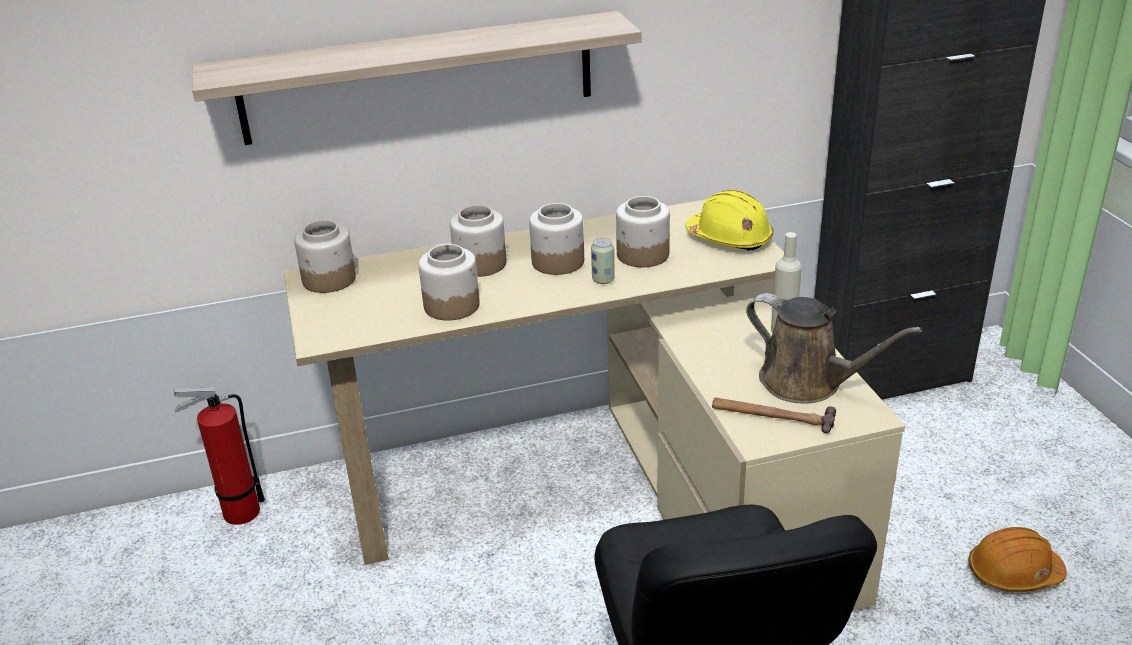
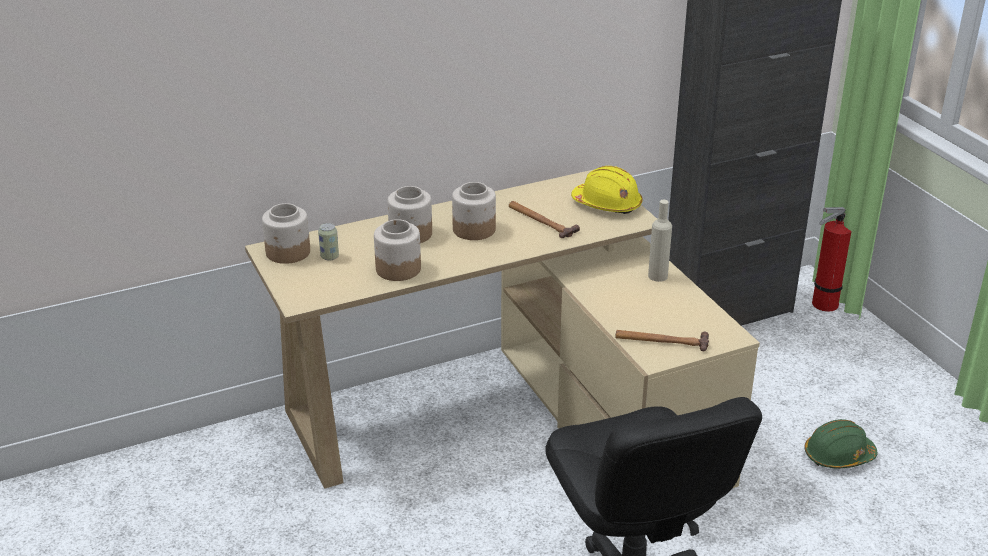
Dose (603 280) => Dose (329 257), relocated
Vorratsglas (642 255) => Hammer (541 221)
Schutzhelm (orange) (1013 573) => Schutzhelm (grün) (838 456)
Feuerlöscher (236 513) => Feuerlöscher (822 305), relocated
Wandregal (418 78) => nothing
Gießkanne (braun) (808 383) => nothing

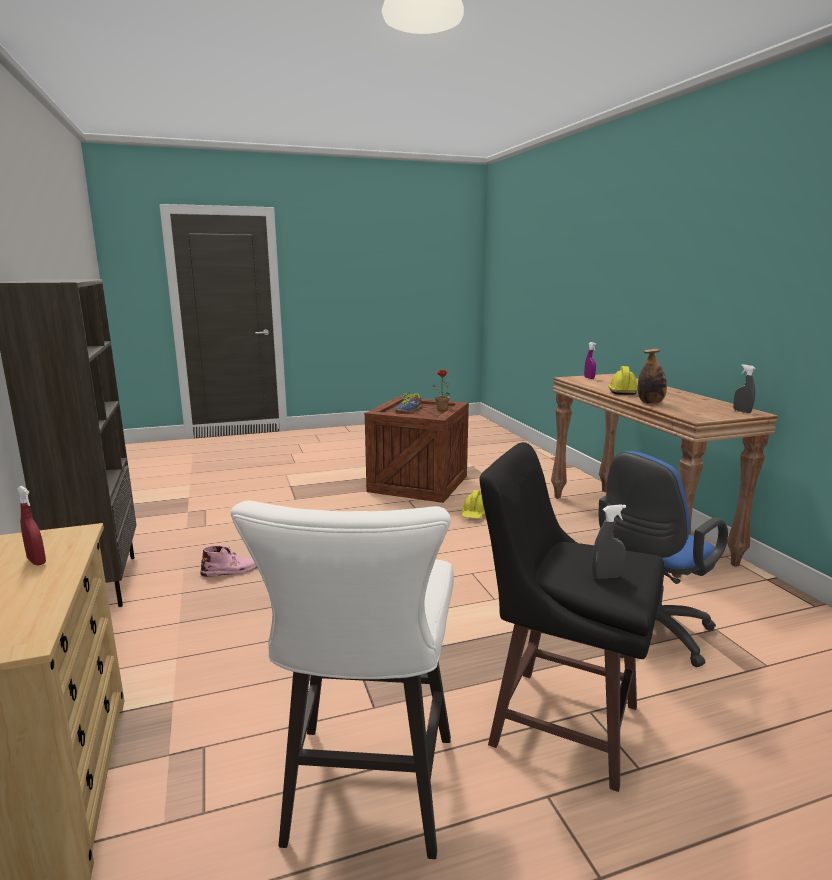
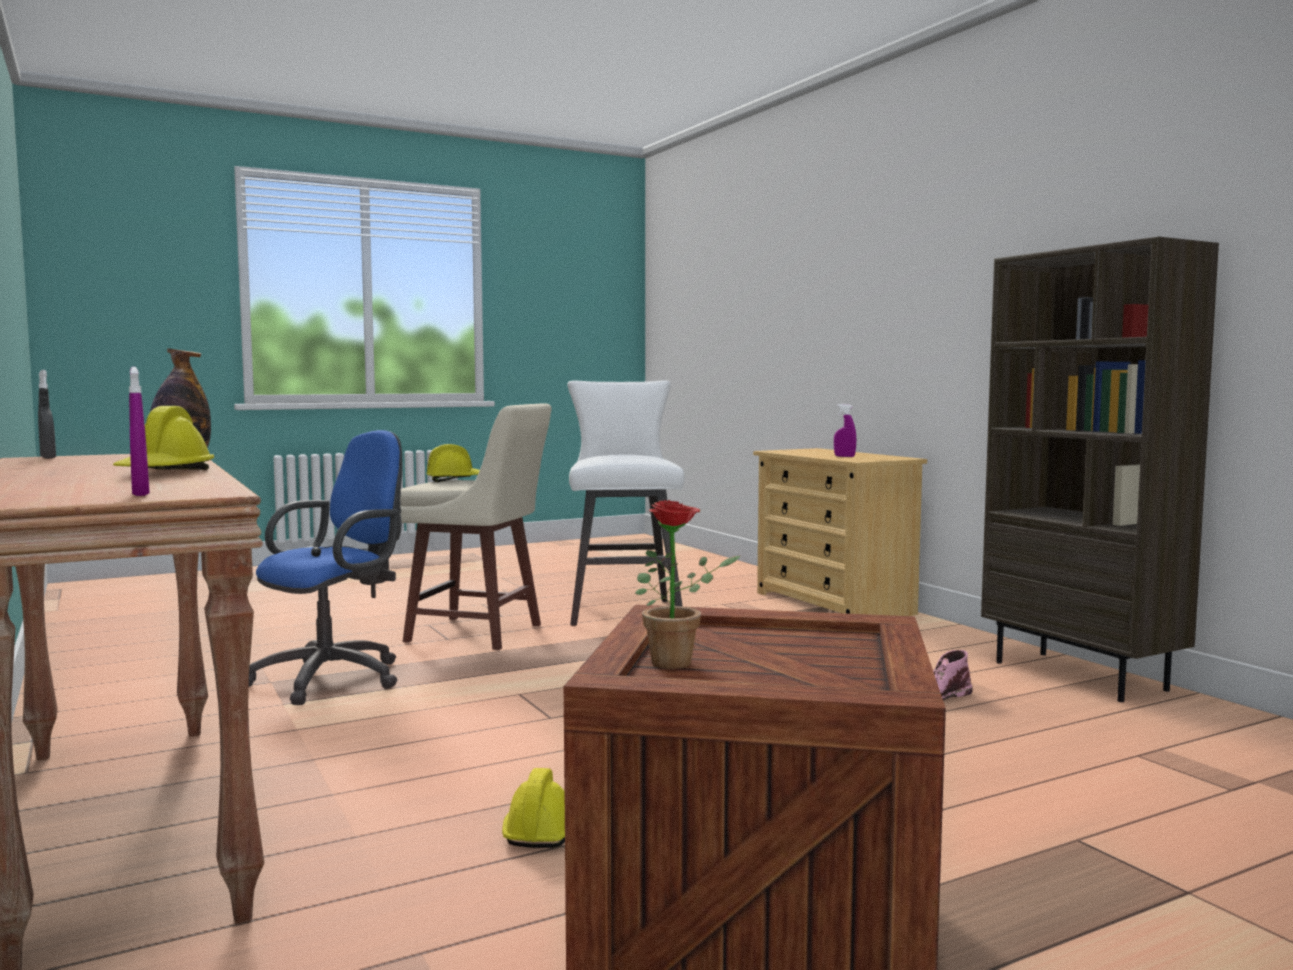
Hocker (schwarz) (560 722) => Hocker (beige) (477 634)
Sprühflasche (grau) (606 576) => Schutzhelm (gelb) (456 480)
Sprühflasche (rot) (36 561) => Sprühflasche (lila) (844 456)
Schuh (409 410) => nothing

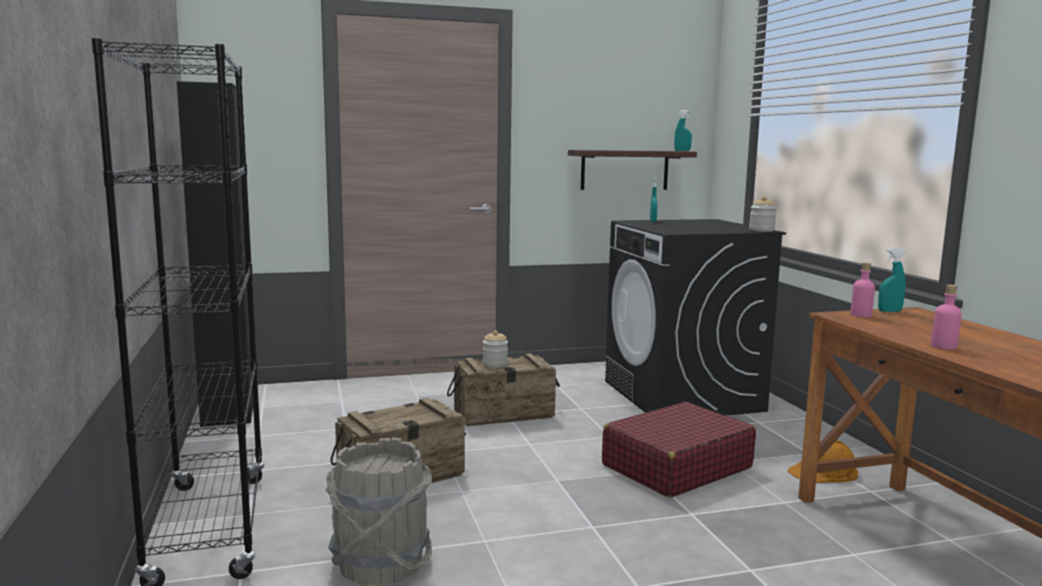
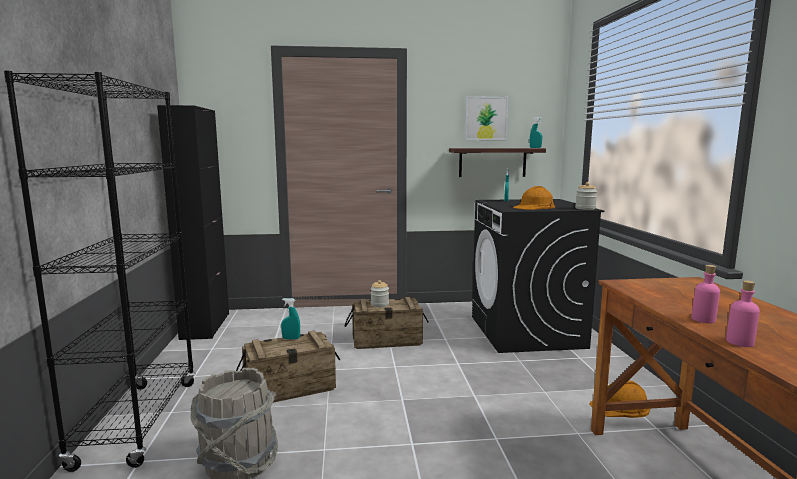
Sprühflasche (türkis) (889 311) => Sprühflasche (türkis) (291 338), relocated
nothing => Bild (486 118)
nothing => Schutzhelm (orange) (534 207)
Flasche (rosa) (861 315) => Flasche (rosa) (740 342), relocated
Koffer (rot) (676 467) => nothing

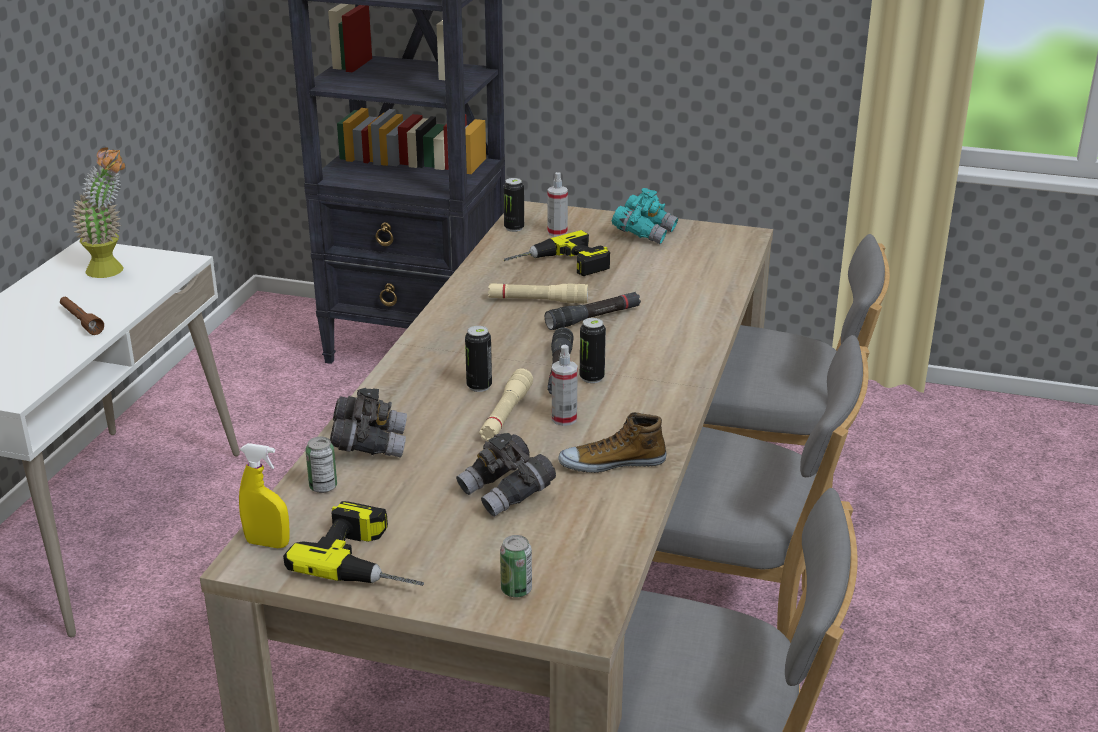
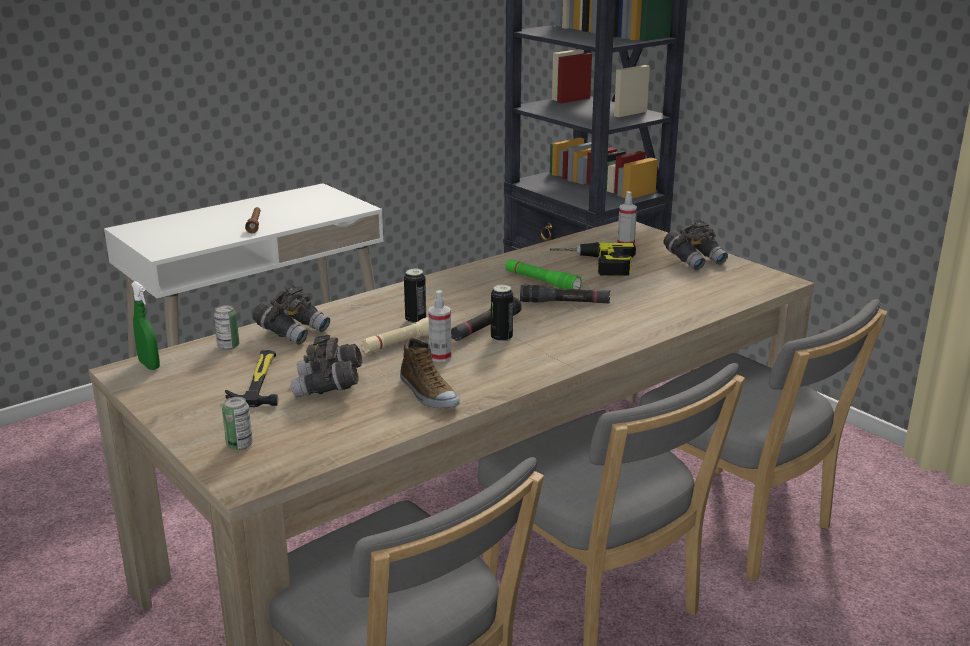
Sprühflasche (gelb) (267 543) => Sprühflasche (grün) (149 365)
nothing => Hammer (259 381)
Schuh (612 463) => Schuh (428 394), 150 degrees counterclockwise
Taschenlampe (beige) (538 301) => Taschenlampe (grün) (541 282)
Fernglas (türkis) (644 233) => Fernglas (grau) (694 260)
Topfpflanze (113 272) => nothing
Bohrmaschine (371 559) => nothing
Dose (514 228) => nothing

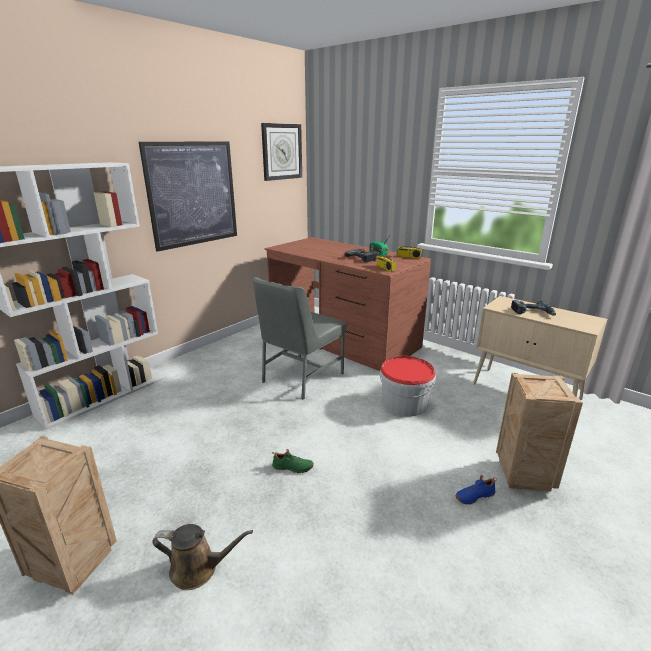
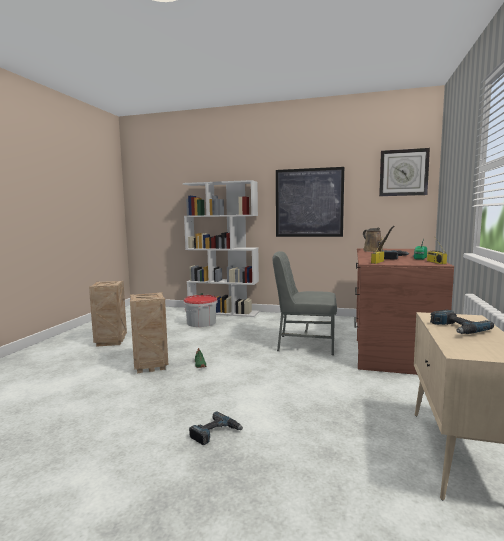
Kiste (522 474) => Kiste (151 365), relocated
Eimer (404 403) => Eimer (201 322), relocated
Schuh (blau) (474 495) => Bohrmaschine (215 433)
Gießkanne (braun) (198 568) => Gießkanne (braun) (374 251), relocated

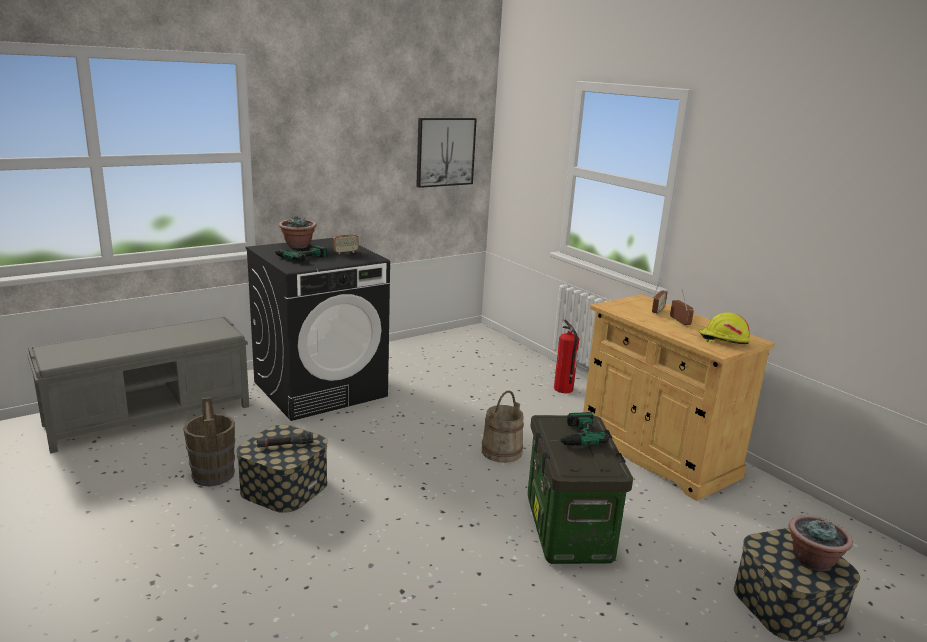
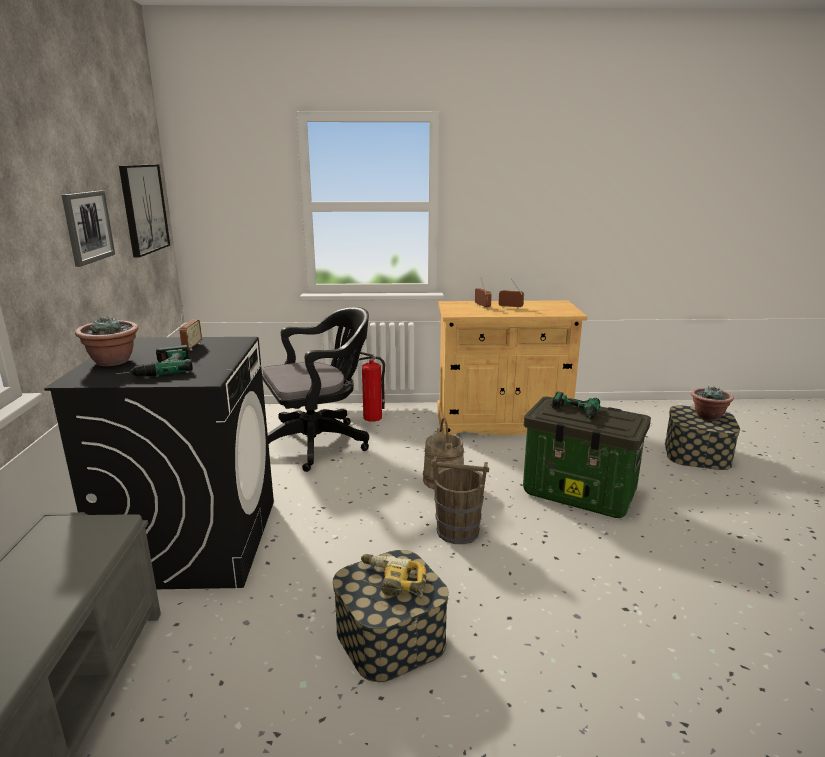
nothing => Bild (87 227)
nothing => Bürostuhl (schwarz) (319 443)
Taschenlampe (schwarz) (285 445) => Bohrmaschine (391 583)
Eimer (braun) (213 474) => Eimer (braun) (457 531), relocated
Schutzhelm (gelb) (722 340) => nothing

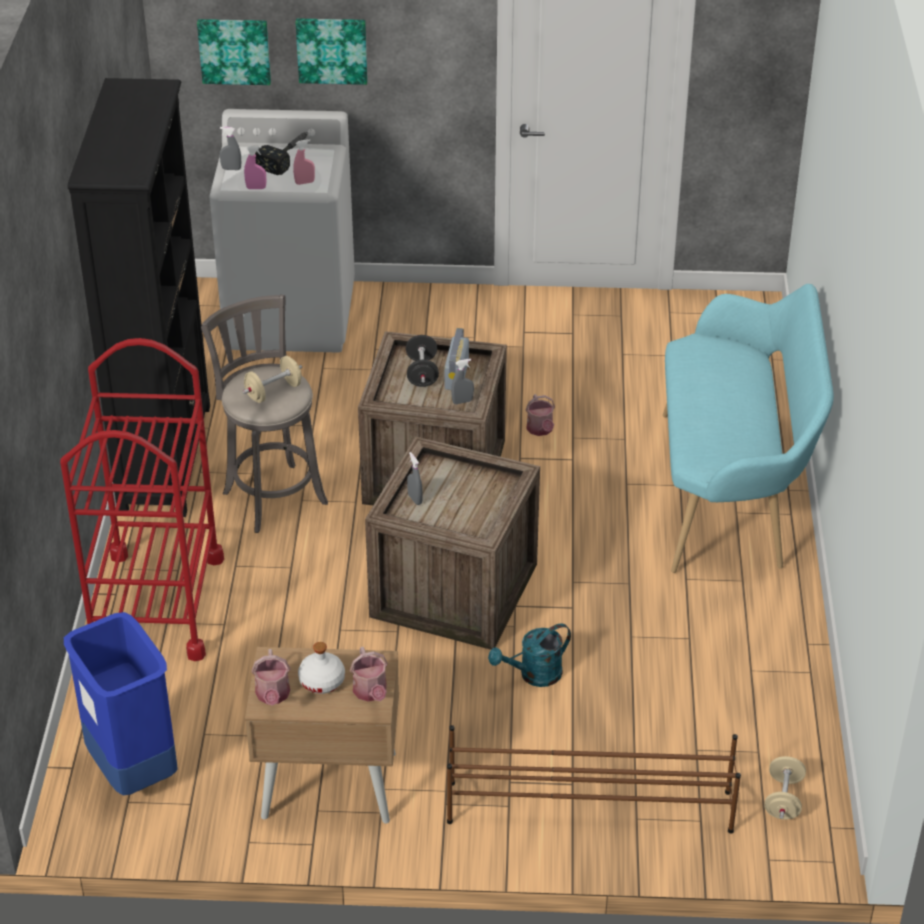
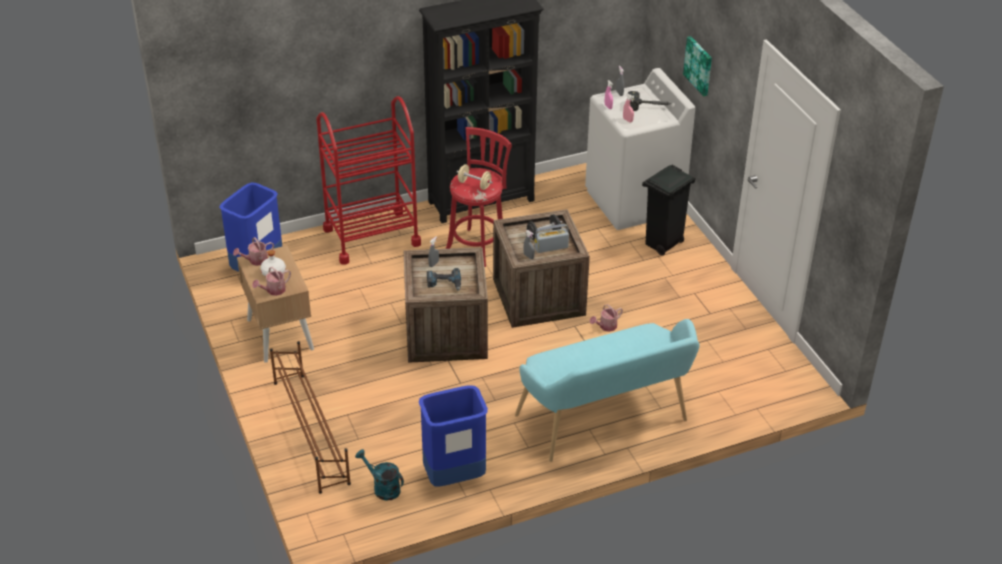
Gießkanne (türkis) (534 675) => Gießkanne (türkis) (382 488), relocated
nothing => Mülleimer (blau) (454 477)
nothing => Bohrmaschine (444 283)
Hocker (grau) (272 495) => Hocker (rot) (478 246)
nothing => Mülleimer (schwarz) (662 244)
Bild (234 50) => nothing
Hantel (beige) (783 799) => nothing

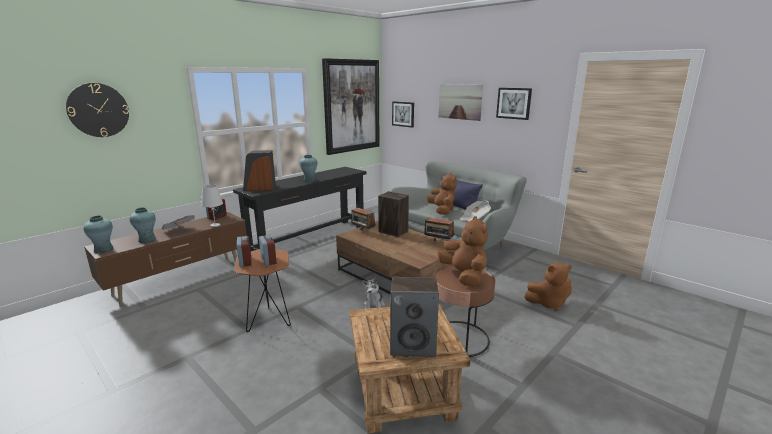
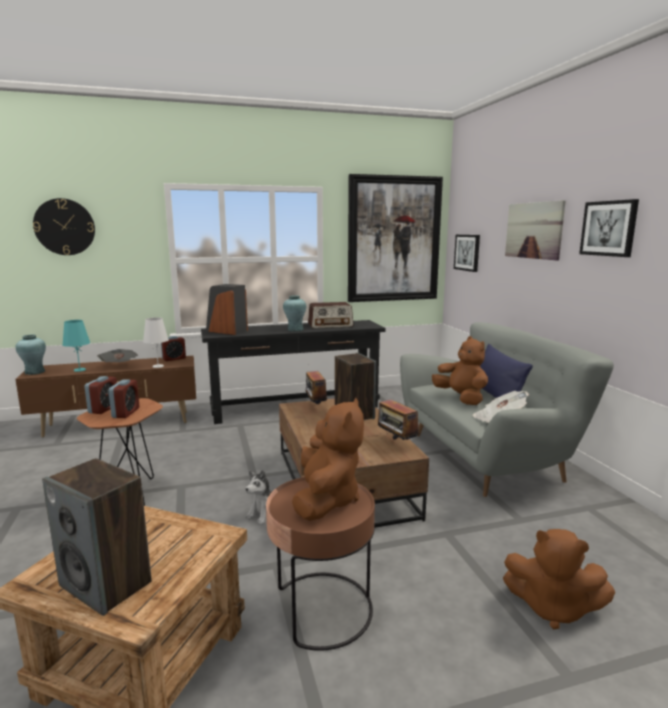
Vase (türkis) (147 240) => Tischlampe (türkis) (79 370)
nothing => Radio (330 325)
Plüschtier (braun) (442 210) => Plüschtier (braun) (461 398), 45 degrees counterclockwise

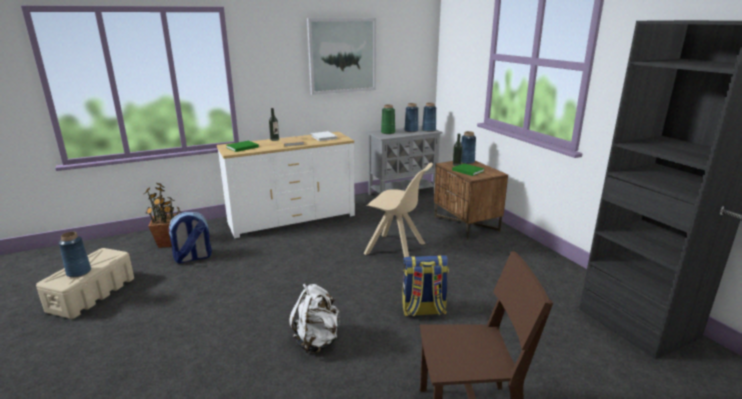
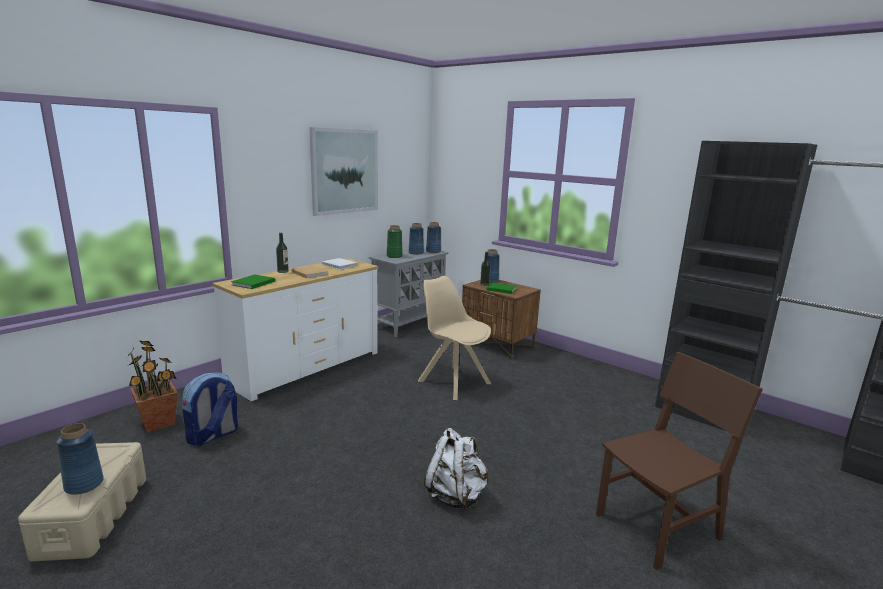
Stuhl (beige) (396 249) => Stuhl (beige) (453 381), 135 degrees counterclockwise
Rucksack (423 310) => nothing

